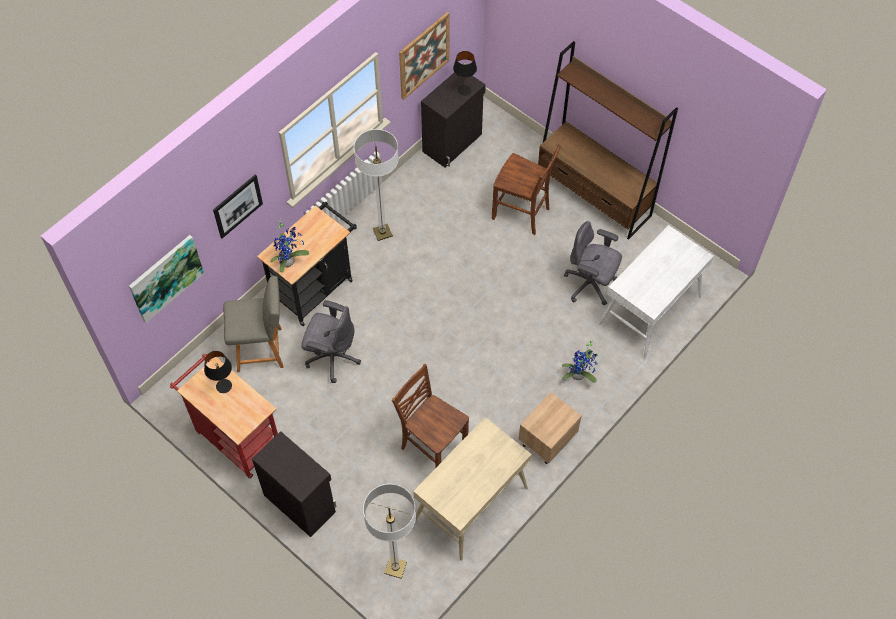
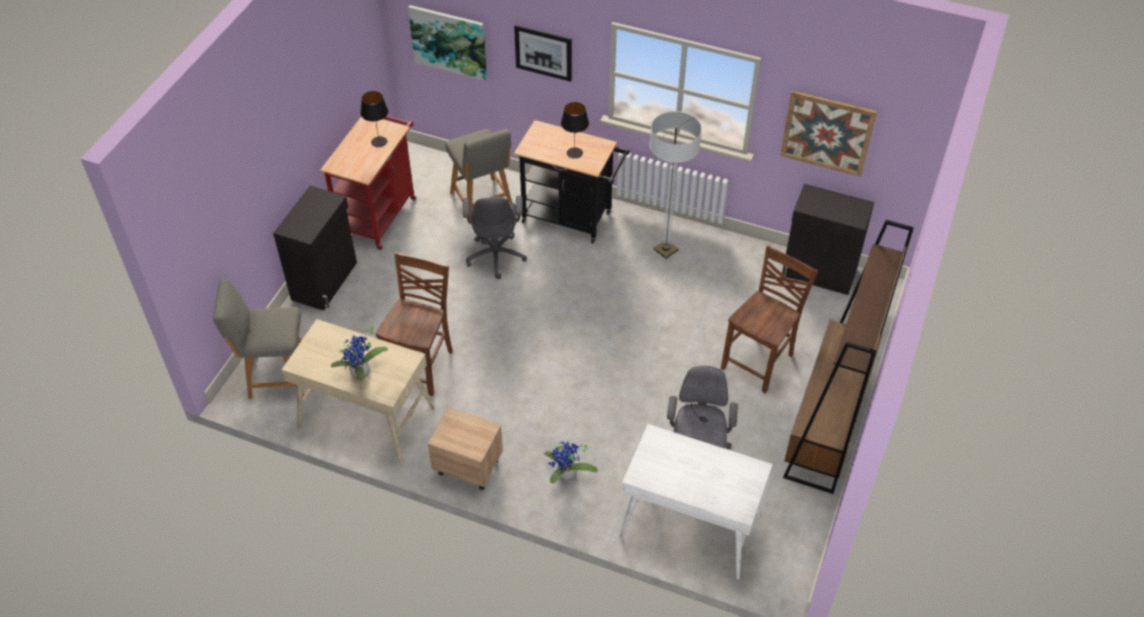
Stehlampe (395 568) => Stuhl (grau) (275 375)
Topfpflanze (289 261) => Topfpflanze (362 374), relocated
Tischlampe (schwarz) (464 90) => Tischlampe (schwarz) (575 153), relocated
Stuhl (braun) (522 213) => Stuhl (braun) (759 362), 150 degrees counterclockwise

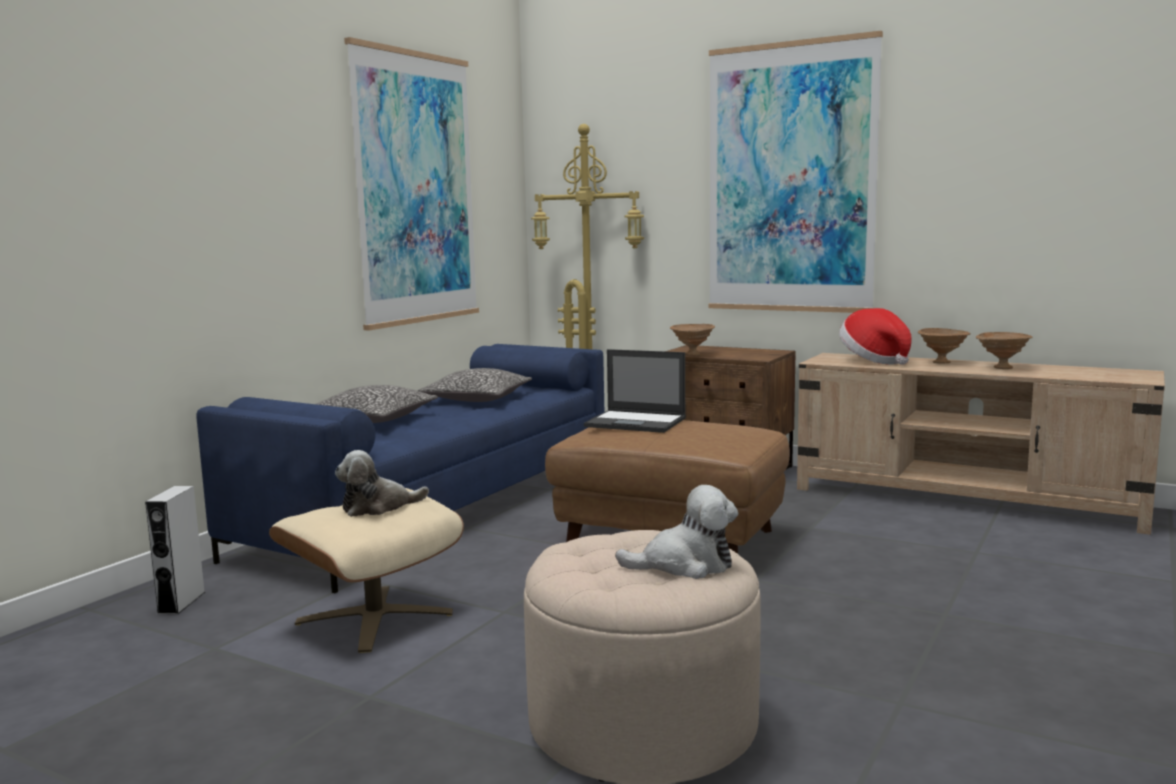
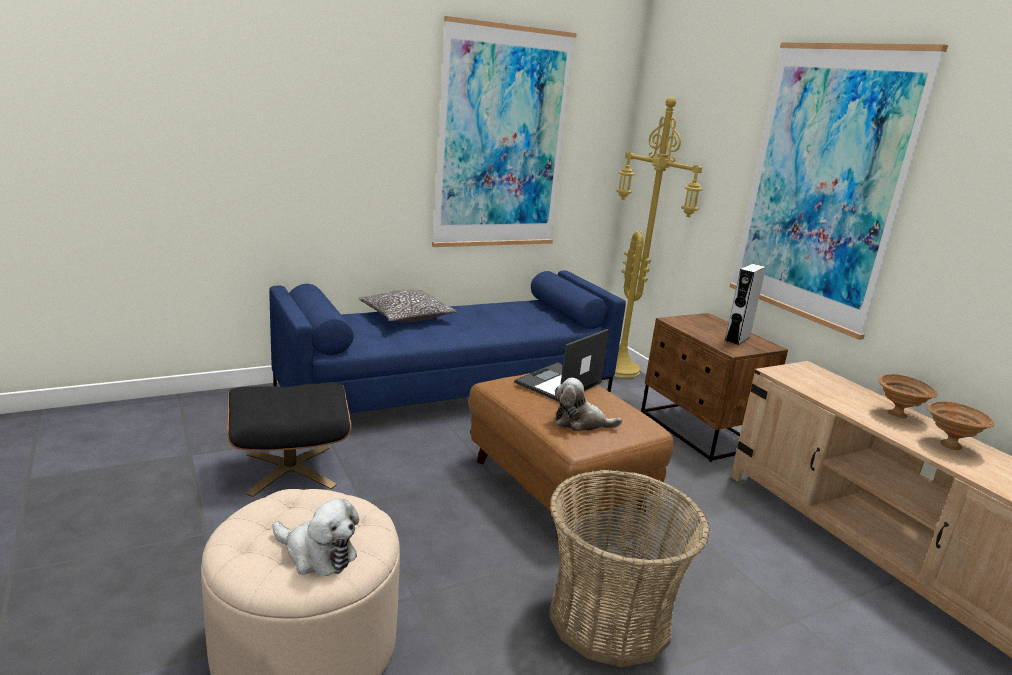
Polsterhocker (beige) (374 617) => Polsterhocker (schwarz) (290 470)
Laptop (637 422) => Laptop (558 383), 75 degrees clockwise
nothing => Korb (609 618)
Plüschtier (378 507) => Plüschtier (580 423), relocated
Lautsprecher (grau) (181 602) => Lautsprecher (grau) (737 339), relocated
Kissen (477 399) => nothing
Schüssel (braun) (693 355) => nothing
Hut (874 360) => nothing

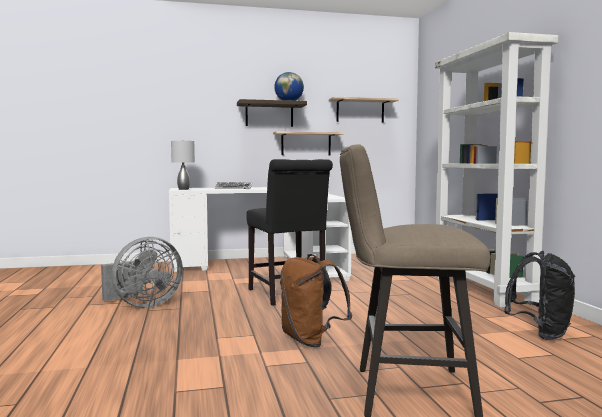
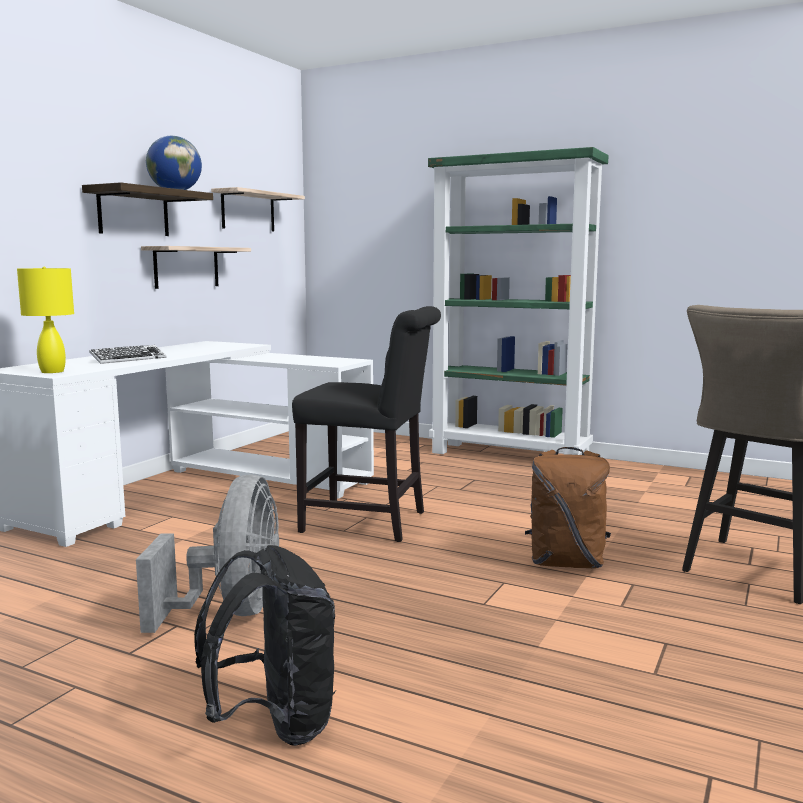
Tischlampe (grau) (183 189) => Tischlampe (gelb) (52 371)
Rucksack (schwarz) (540 333) => Rucksack (schwarz) (274 723), relocated
Bücherregal (weiß) (482 289) => Bücherregal (grün) (511 455)

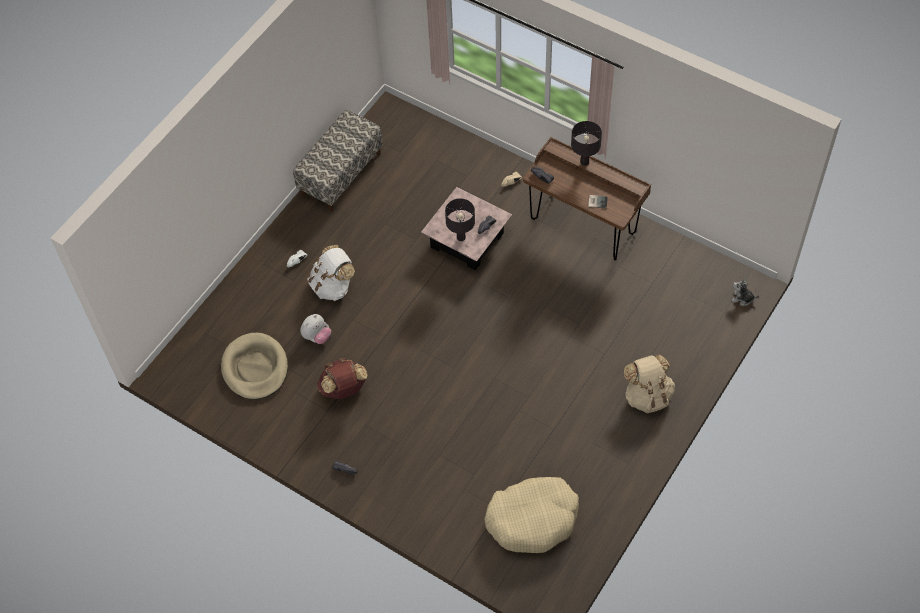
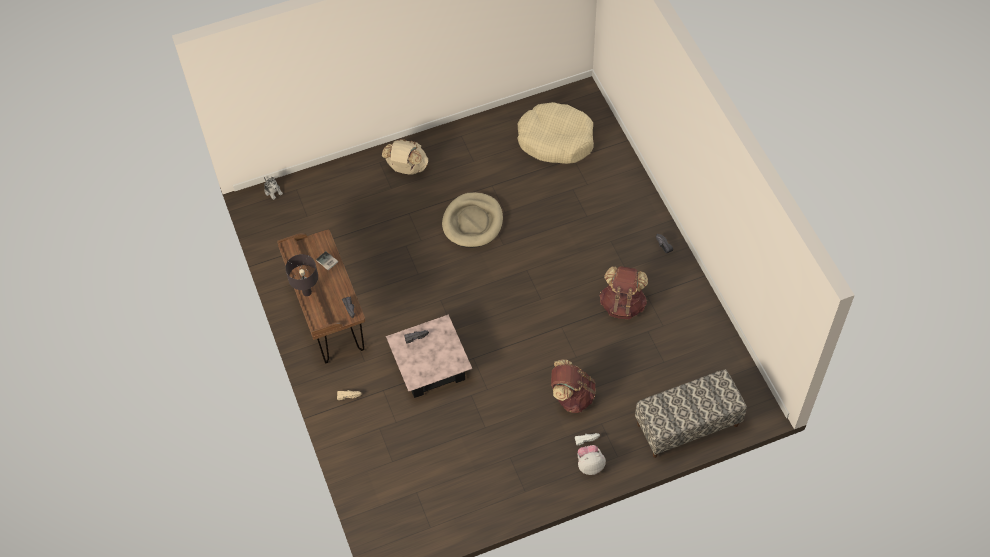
Hundebett (beige) (255 368) => Hundebett (beige) (473 222), relocated
Rucksack (weiß) (333 286) => Rucksack (braun) (571 396)
Plüschtier (317 336) => Plüschtier (590 465), relocated
Bank (341 174) => Bank (687 425), relocated
Tischlampe (schwarz) (461 237) => nothing

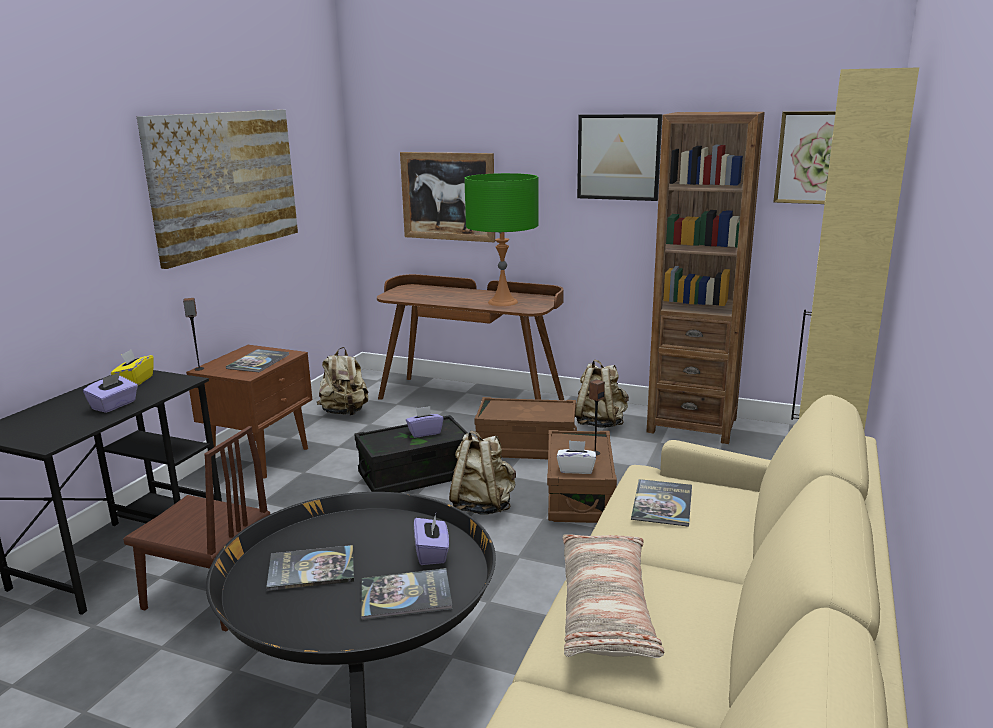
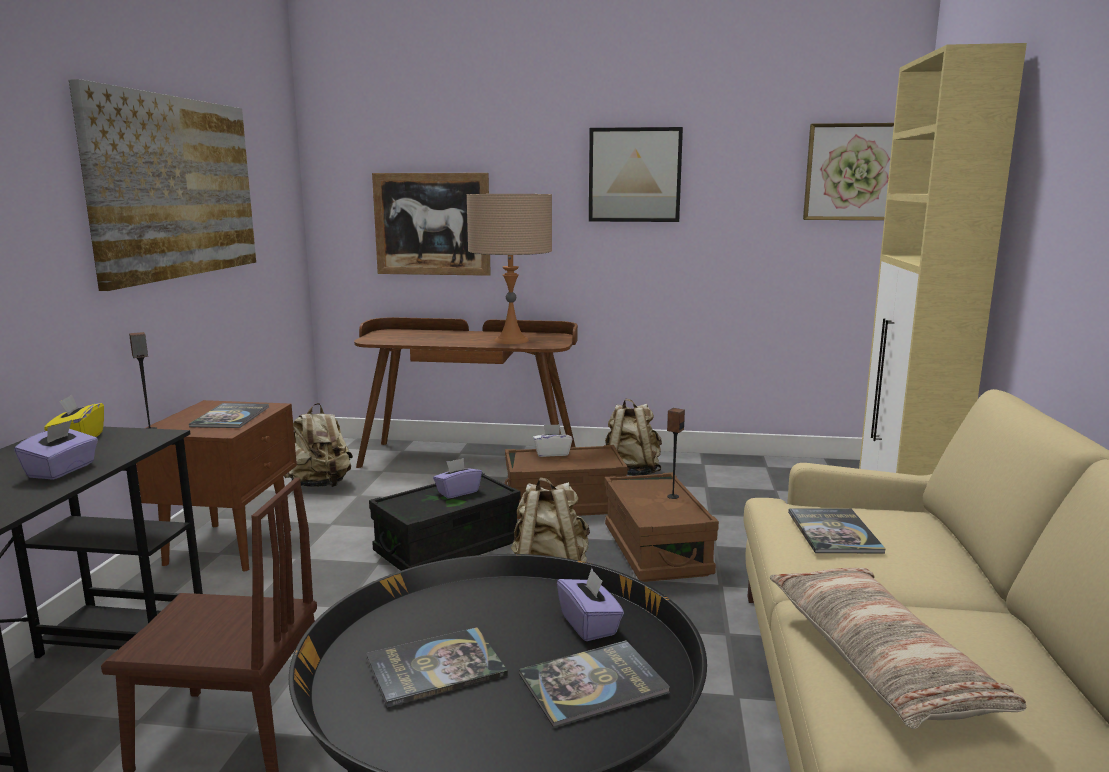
Tischlampe (grün) (503 302) => Tischlampe (beige) (511 340)
Taschentuchbox (weiß) (576 469) => Taschentuchbox (weiß) (552 453), relocated
Bücherregal (braun) (692 425) => nothing

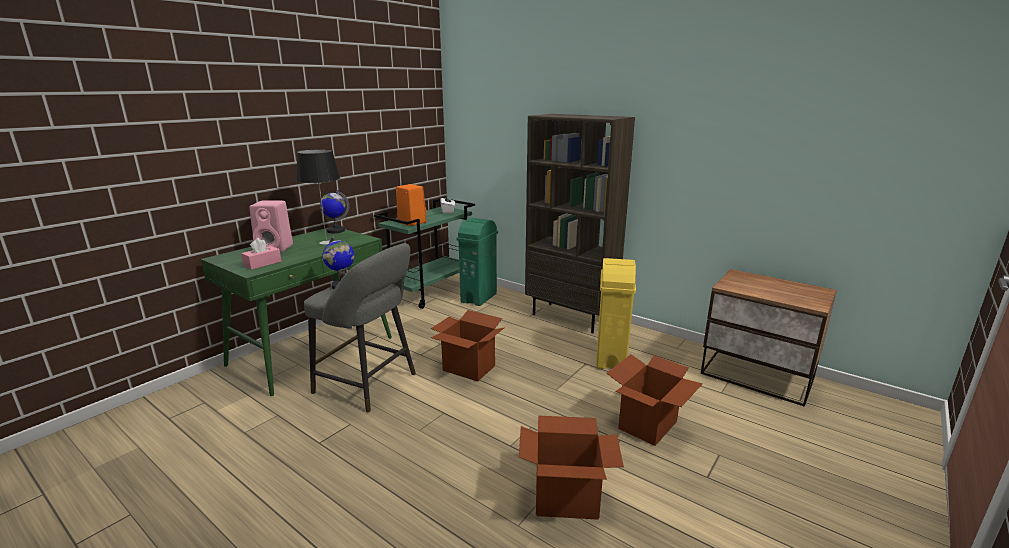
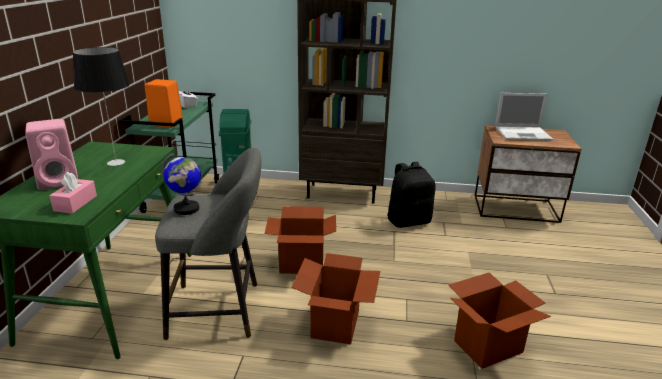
Karton (647 425) => Karton (335 324), relocated
Mülleimer (gelb) (611 358) => Rucksack (schwarz) (408 221)
nothing => Laptop (523 134)
Globus (335 231) => nothing

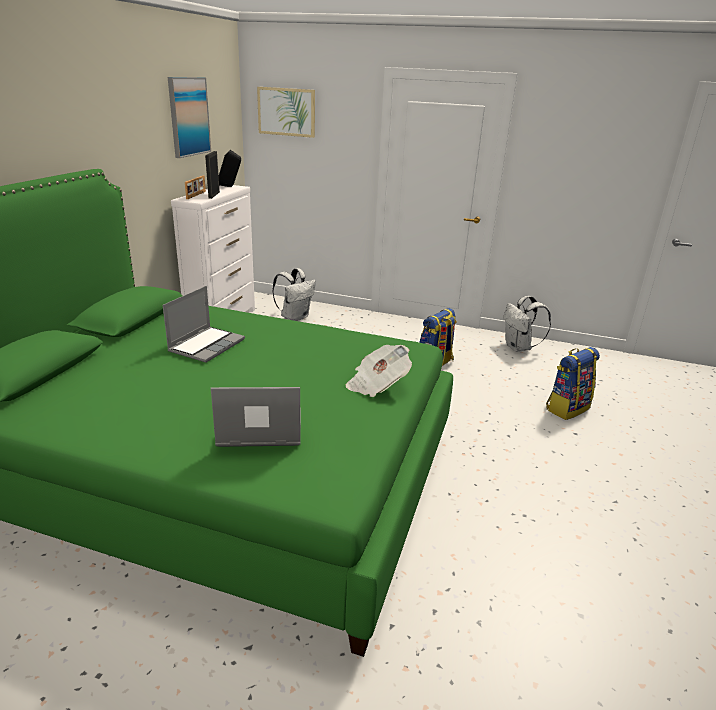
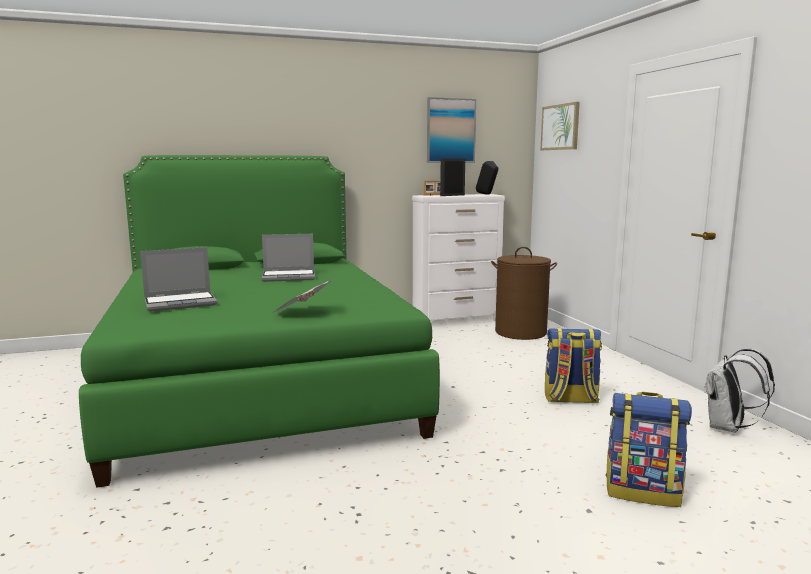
Laptop (259 430) => Laptop (181 303), 105 degrees clockwise
Rucksack (weiß) (295 317) => Wäschekorb (braun) (521 332)

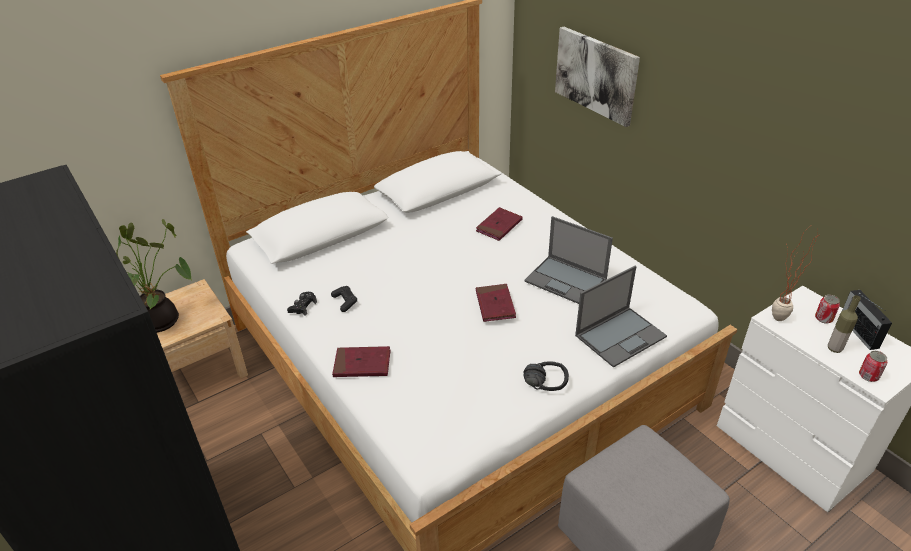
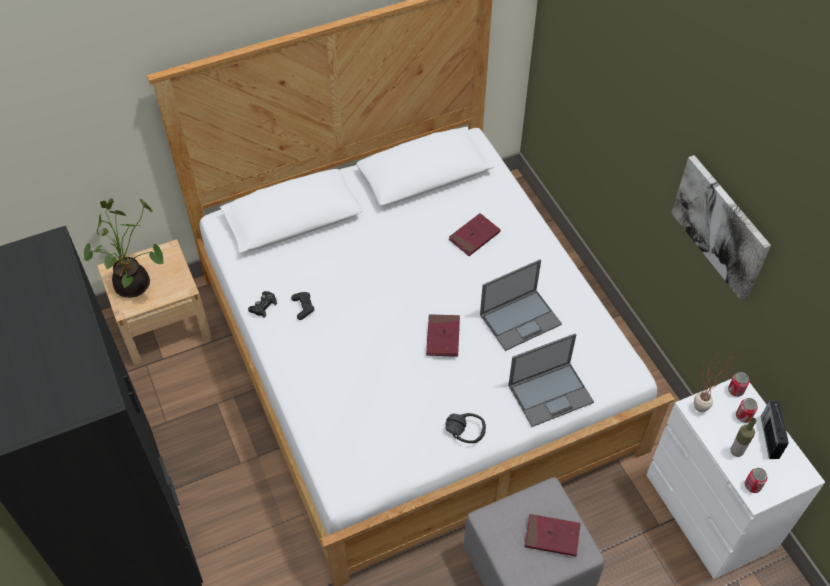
Laptop (566 280) => Laptop (521 319), 75 degrees counterclockwise
Buch (rot) (362 364) => Buch (rot) (552 536), relocated
Bild (596 75) => Bild (721 227), relocated
nothing => Dose (735 390)

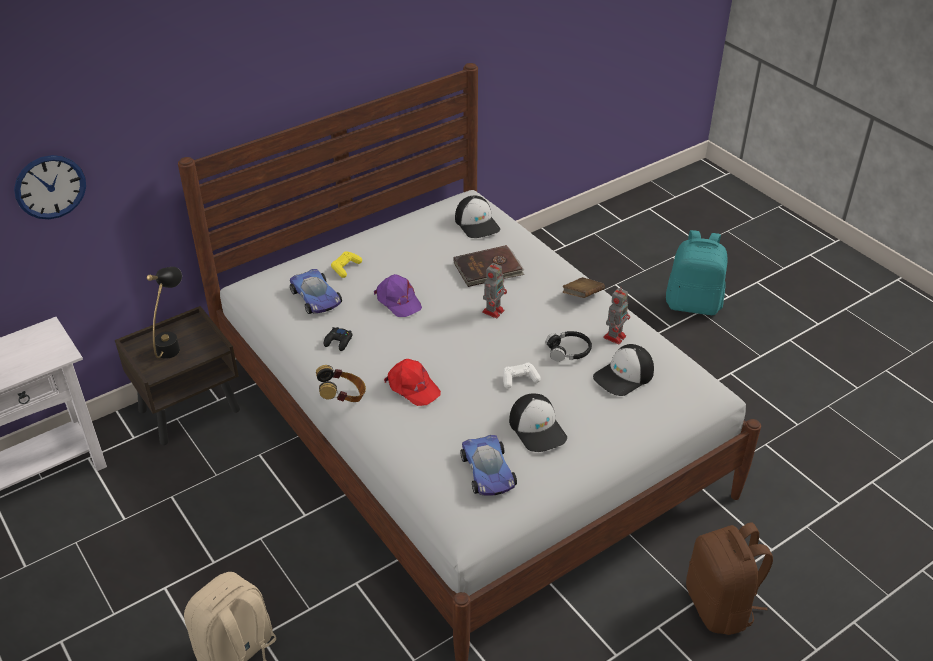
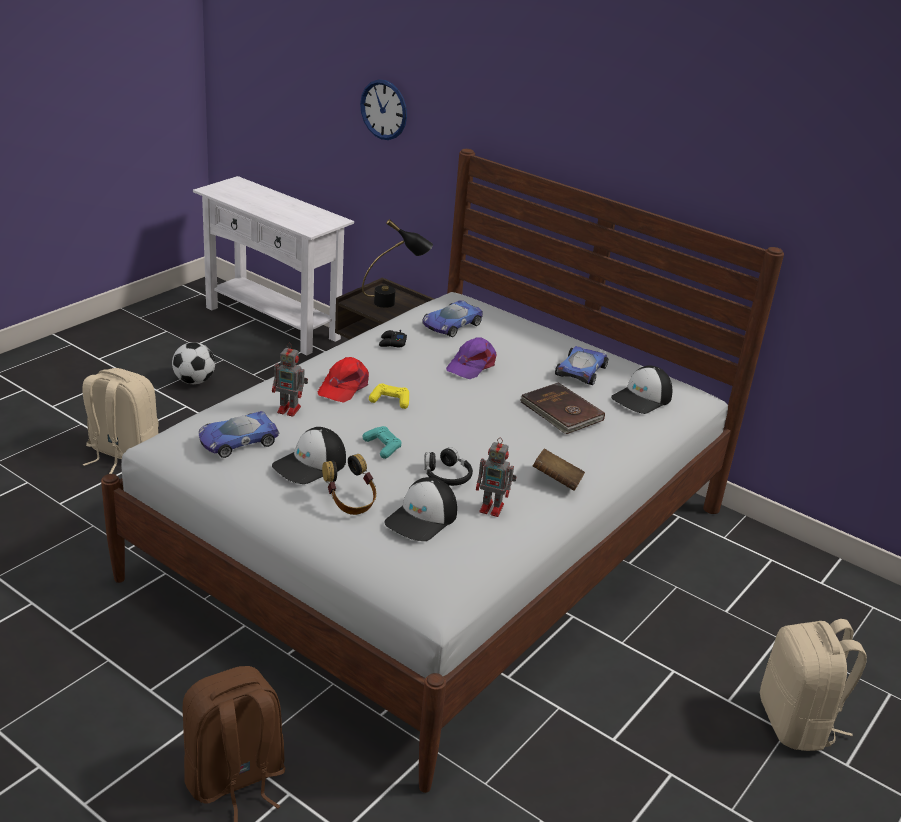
nothing => Fußball (194 381)
Spielzeugroboter (493 310) => Spielzeugroboter (290 410), relocated
Kopfhörer (343 397) => Kopfhörer (350 502), relocated
Gamepad (weiß) (519 379) => Gamepad (türkis) (382 447)
Gamepad (gelb) (346 268) => Gamepad (gelb) (390 401), relocated
Kappe (624 376) => Kappe (422 518), 90 degrees counterclockwise
nothing => Spielzeugauto (581 370)
Rucksack (türkis) (693 304) => Rucksack (beige) (797 723)

